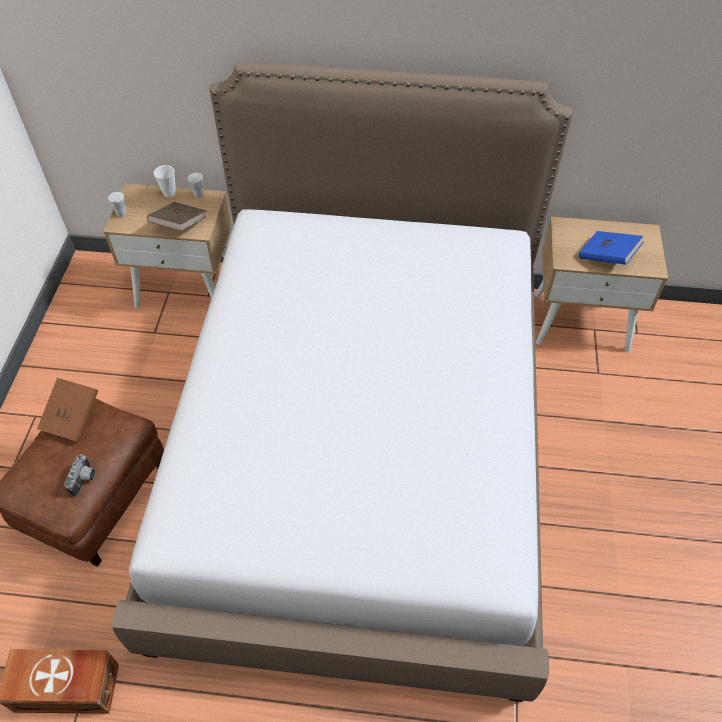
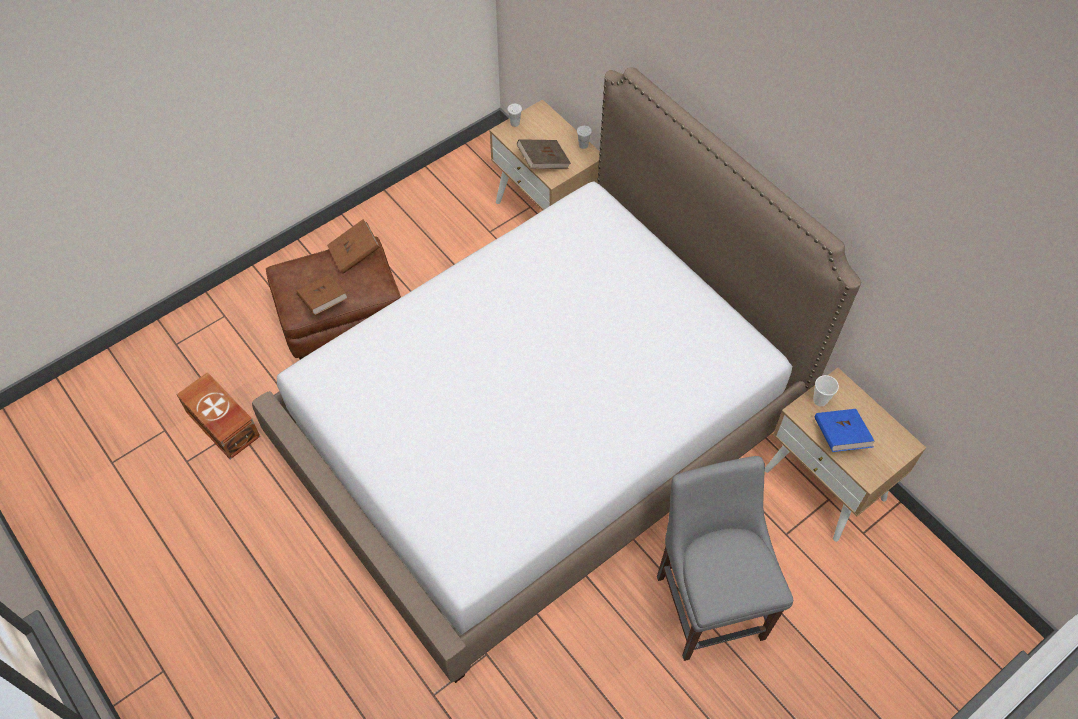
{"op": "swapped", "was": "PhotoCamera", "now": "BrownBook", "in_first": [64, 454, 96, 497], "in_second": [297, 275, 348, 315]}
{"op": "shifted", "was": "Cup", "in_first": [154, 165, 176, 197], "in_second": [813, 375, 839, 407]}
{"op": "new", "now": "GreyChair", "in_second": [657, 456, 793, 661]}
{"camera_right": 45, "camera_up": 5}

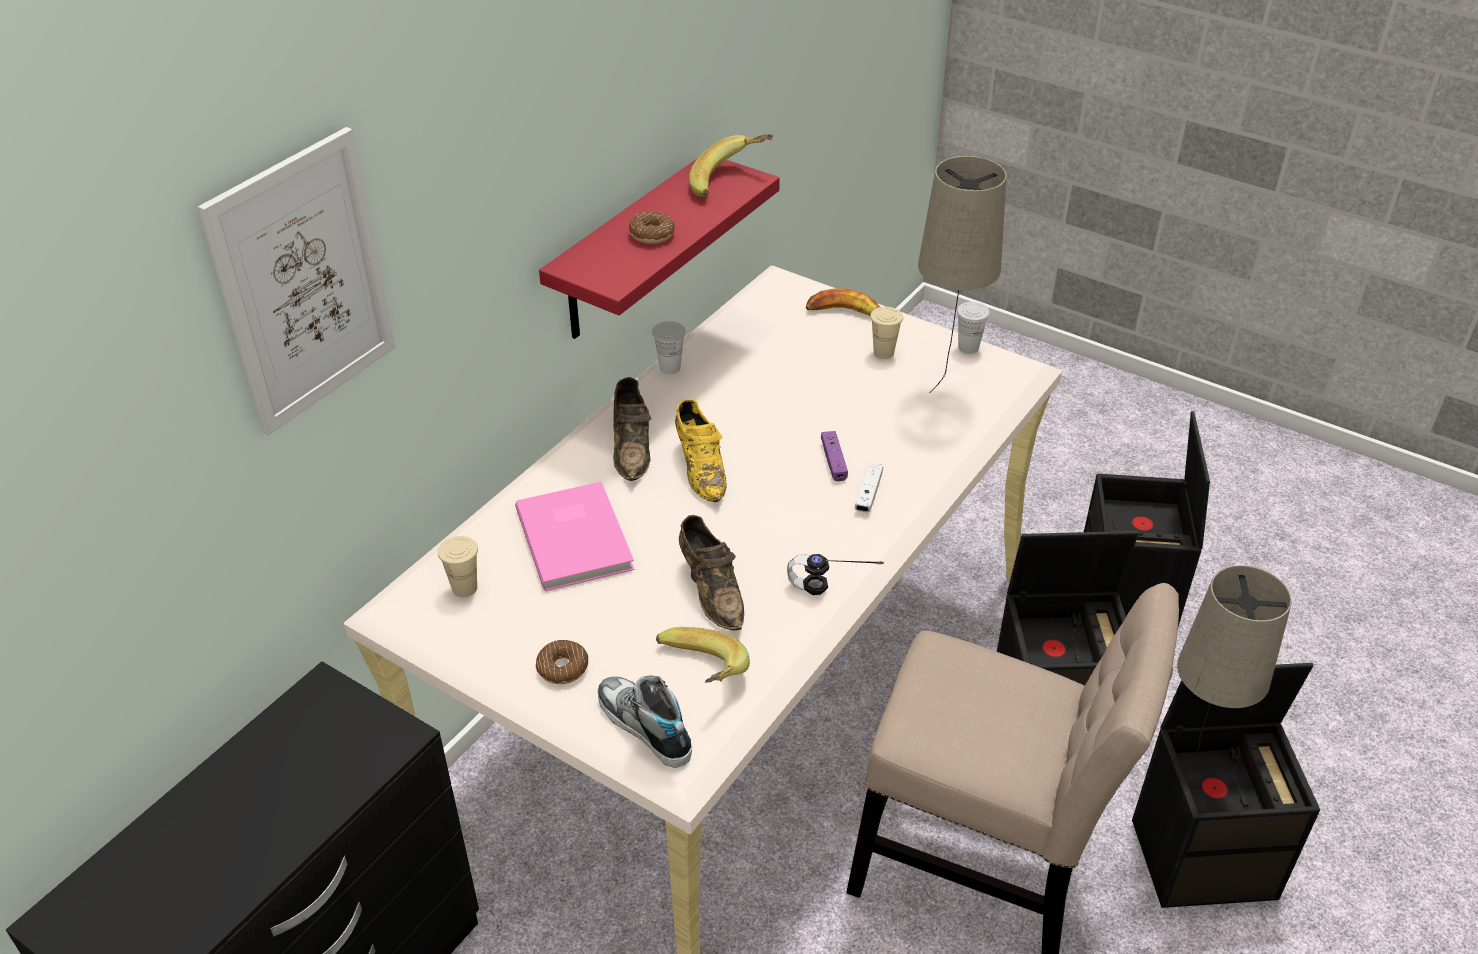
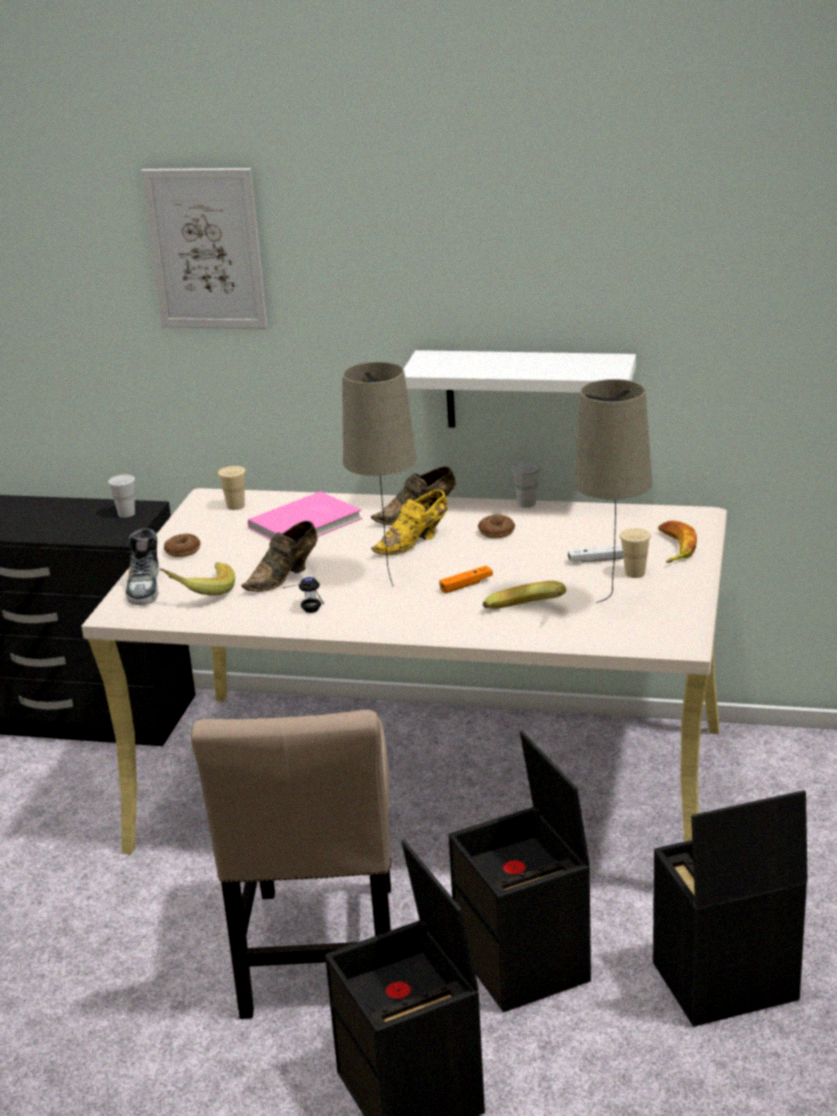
{"op": "repainted", "was": "RedShelf", "now": "WhiteShelf", "in_first": [539, 158, 780, 339], "in_second": [404, 350, 636, 428]}
{"op": "rotated", "was": "Shoe", "in_first": [597, 676, 692, 768], "in_second": [126, 528, 159, 605], "clockwise": 150}
{"op": "shifted", "was": "Donut", "in_first": [629, 212, 675, 244], "in_second": [478, 514, 515, 538]}
{"op": "shifted", "was": "Banana", "in_first": [689, 134, 773, 197], "in_second": [483, 581, 566, 609]}
{"op": "repainted", "was": "PurpleGameController", "now": "OrangeGameController", "in_first": [821, 431, 848, 481], "in_second": [439, 566, 493, 593]}
{"op": "shifted", "was": "WhiteGameController", "in_first": [855, 463, 883, 512], "in_second": [568, 545, 623, 563]}
{"op": "shifted", "was": "WhiteCup", "in_first": [957, 302, 990, 354], "in_second": [108, 475, 135, 518]}
{"op": "shifted", "was": "BeigeTableLamp", "in_first": [1177, 565, 1292, 775], "in_second": [342, 362, 416, 586]}
{"camera_right": 70, "camera_up": -15}

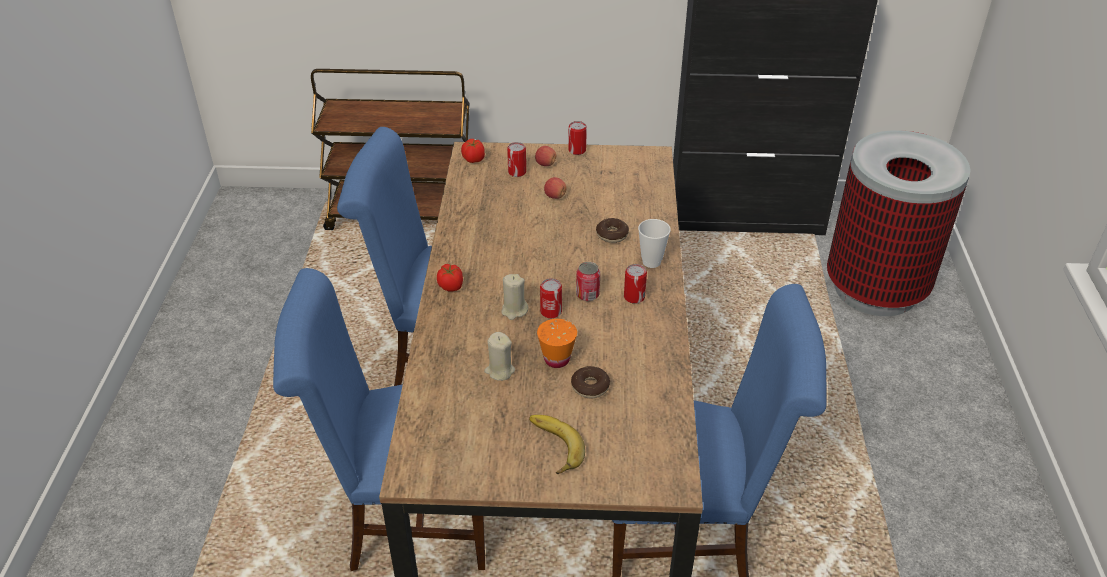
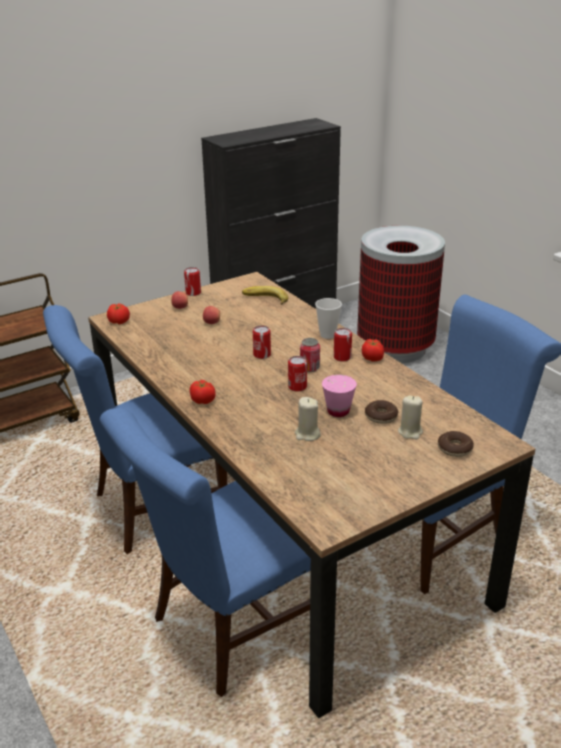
{"op": "shifted", "was": "BeigeCandle", "in_first": [501, 274, 529, 320], "in_second": [398, 395, 423, 439]}
{"op": "shifted", "was": "Can", "in_first": [507, 142, 526, 177], "in_second": [253, 325, 271, 359]}
{"op": "shifted", "was": "Banana", "in_first": [529, 415, 585, 474], "in_second": [242, 286, 288, 305]}
{"op": "repainted", "was": "OrangeCup", "now": "PinkCup", "in_first": [537, 319, 577, 368], "in_second": [322, 375, 357, 417]}
{"op": "shifted", "was": "Donut", "in_first": [596, 218, 629, 243], "in_second": [438, 431, 474, 457]}
{"op": "new", "now": "Tomato", "in_second": [362, 339, 384, 362]}
{"camera_right": -35, "camera_up": -10}

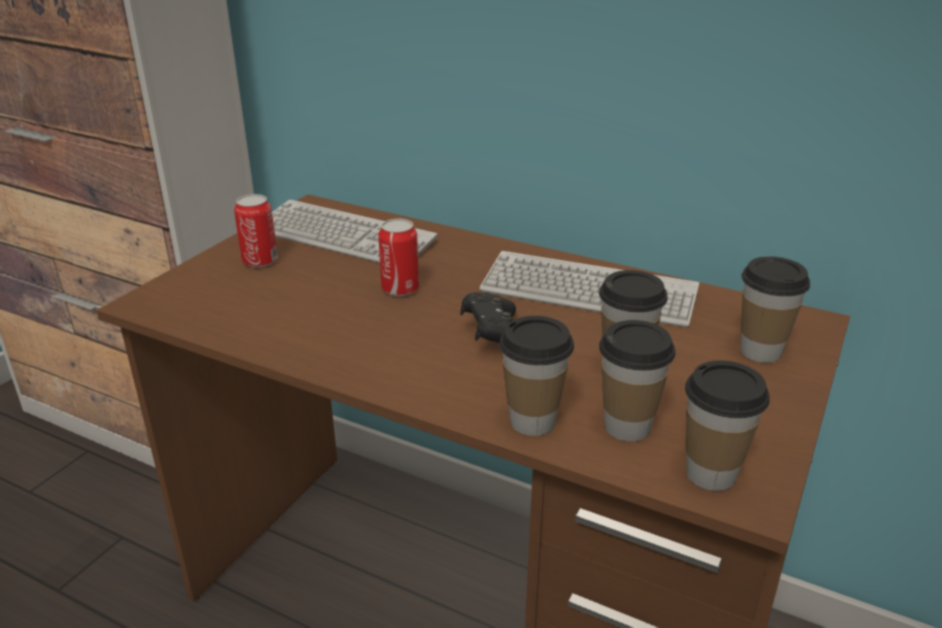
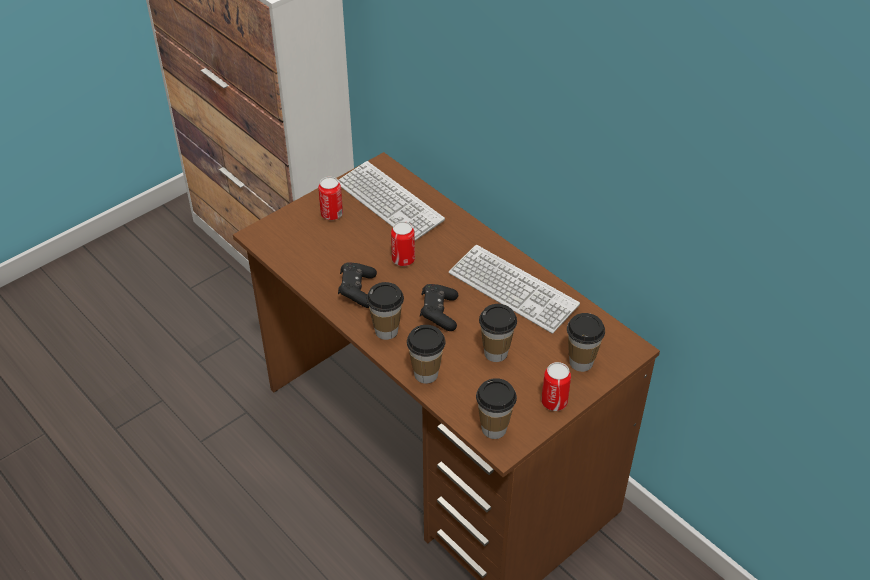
{"op": "shifted", "was": "Cup", "in_first": [599, 320, 675, 441], "in_second": [366, 282, 404, 340]}
{"op": "new", "now": "BlackGameController", "in_second": [338, 262, 377, 308]}
{"op": "new", "now": "Can", "in_second": [541, 362, 571, 411]}
{"camera_right": 20, "camera_up": 15}

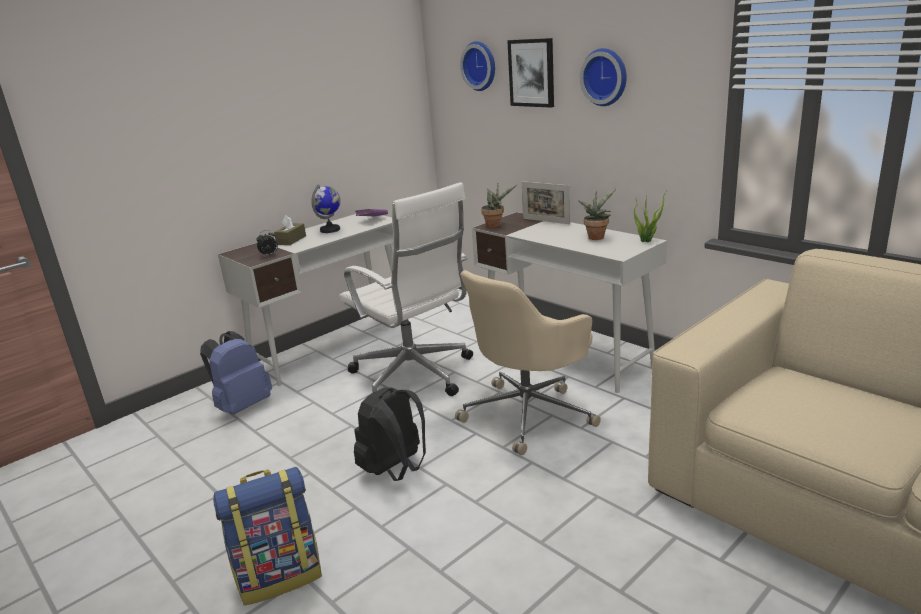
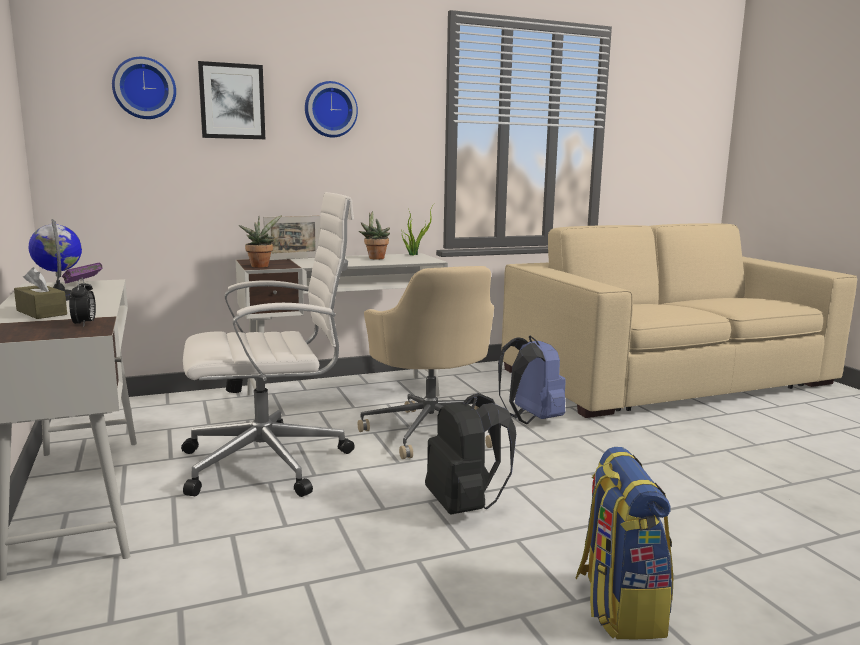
{"op": "shifted", "was": "BlueBackpack", "in_first": [200, 331, 272, 415], "in_second": [498, 335, 566, 425]}
{"camera_right": -70, "camera_up": -10}

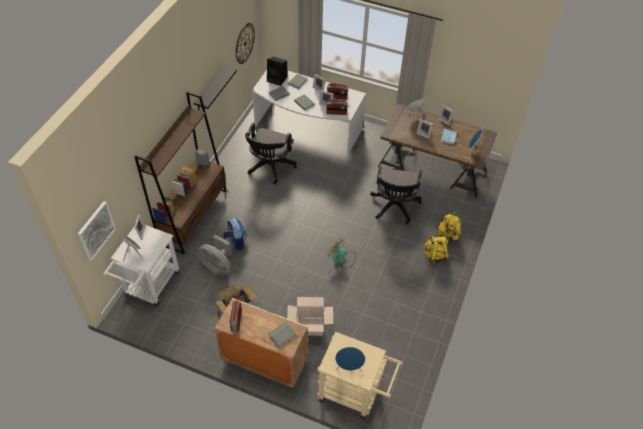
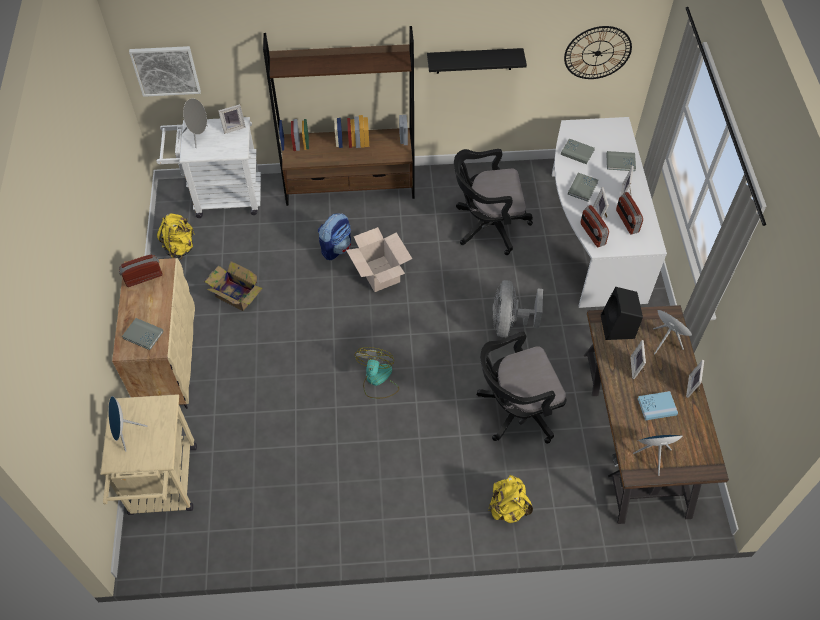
{"op": "shifted", "was": "GreyFan", "in_first": [197, 235, 232, 275], "in_second": [492, 280, 543, 337]}
{"op": "shifted", "was": "BlackSpeaker", "in_first": [267, 57, 288, 86], "in_second": [601, 287, 643, 340]}
{"op": "shifted", "was": "CardboardBox", "in_first": [287, 297, 333, 336], "in_second": [346, 227, 412, 292]}
{"op": "shifted", "was": "YellowBackpack", "in_first": [424, 236, 450, 263], "in_second": [157, 213, 195, 260]}
{"camera_right": 65, "camera_up": 5}

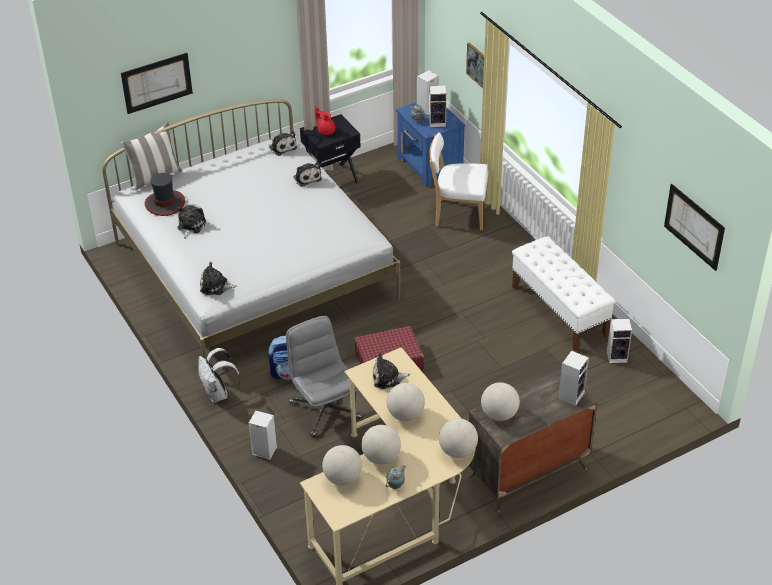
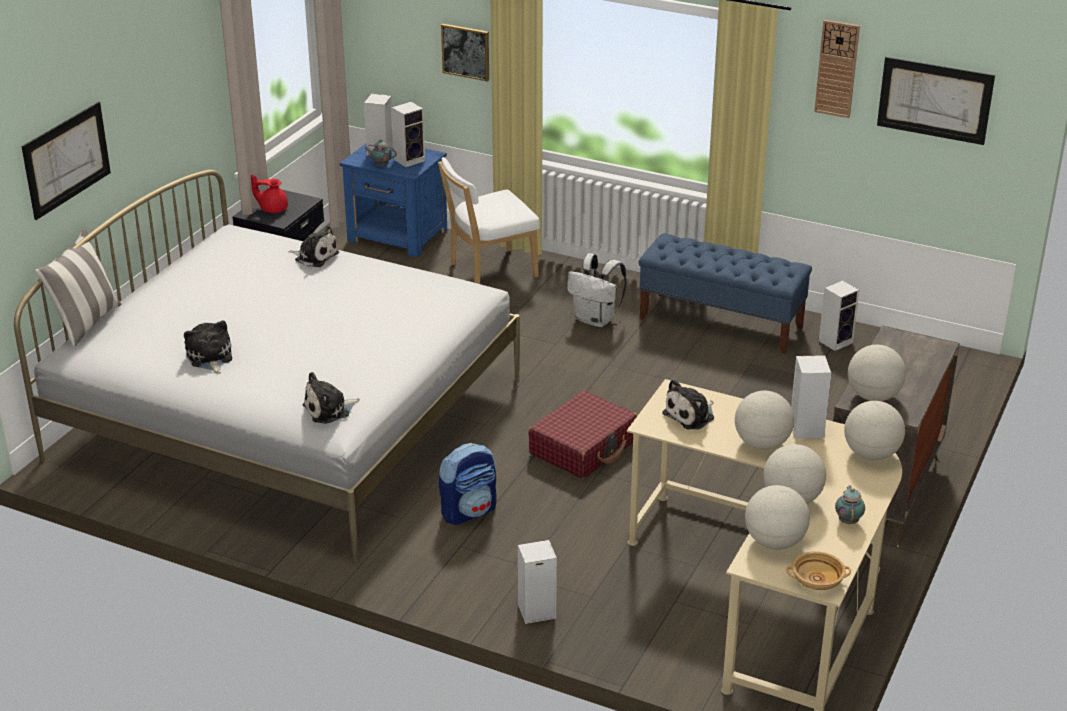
{"op": "gone", "was": "Hat", "in_first": [145, 173, 185, 216]}
{"op": "shifted", "was": "WhiteBackpack", "in_first": [198, 348, 241, 402], "in_second": [567, 253, 626, 327]}
{"op": "gone", "was": "PlushToy", "in_first": [269, 131, 297, 156]}
{"op": "gone", "was": "GreyOfficeChair", "in_first": [286, 316, 362, 437]}
{"op": "repainted", "was": "WhiteBench", "now": "BlueBench", "in_first": [512, 236, 615, 351], "in_second": [639, 234, 812, 354]}
{"op": "shifted", "was": "Speaker", "in_first": [558, 351, 589, 406], "in_second": [791, 355, 831, 439]}
{"op": "new", "now": "BeigeBowl", "in_second": [786, 551, 851, 590]}
{"op": "new", "now": "WallClock", "in_second": [814, 20, 860, 118]}
{"camera_right": -35, "camera_up": -10}

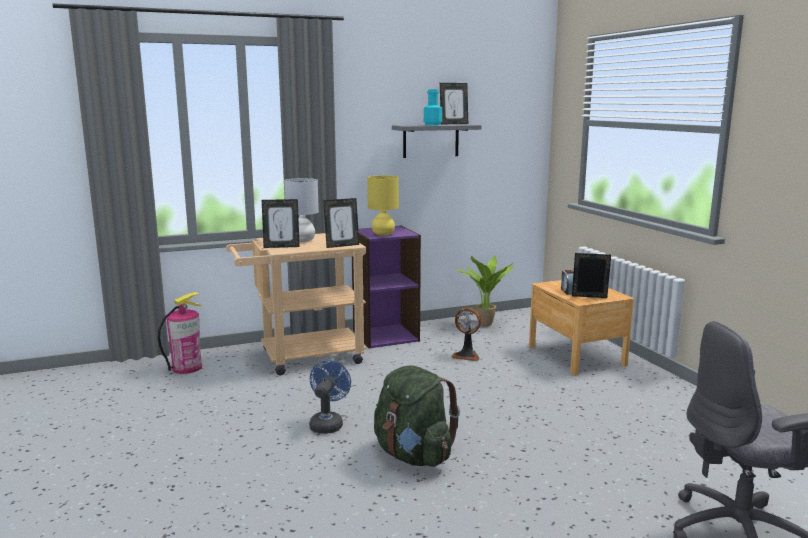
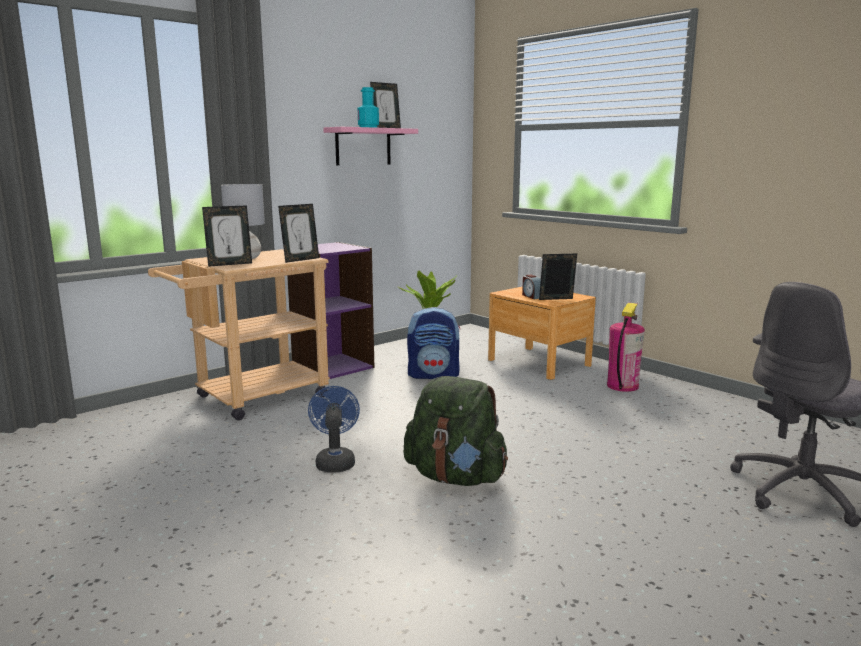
{"op": "shifted", "was": "FireExtinguisher", "in_first": [158, 292, 203, 374], "in_second": [607, 303, 645, 392]}
{"op": "gone", "was": "YellowTableLamp", "in_first": [367, 176, 399, 236]}
{"op": "repainted", "was": "GreyShelf", "now": "PinkShelf", "in_first": [392, 124, 482, 158], "in_second": [323, 127, 418, 165]}
{"op": "swapped", "was": "Fan", "now": "Backpack", "in_first": [451, 307, 481, 361], "in_second": [407, 307, 460, 379]}
{"camera_right": -20, "camera_up": 0}

